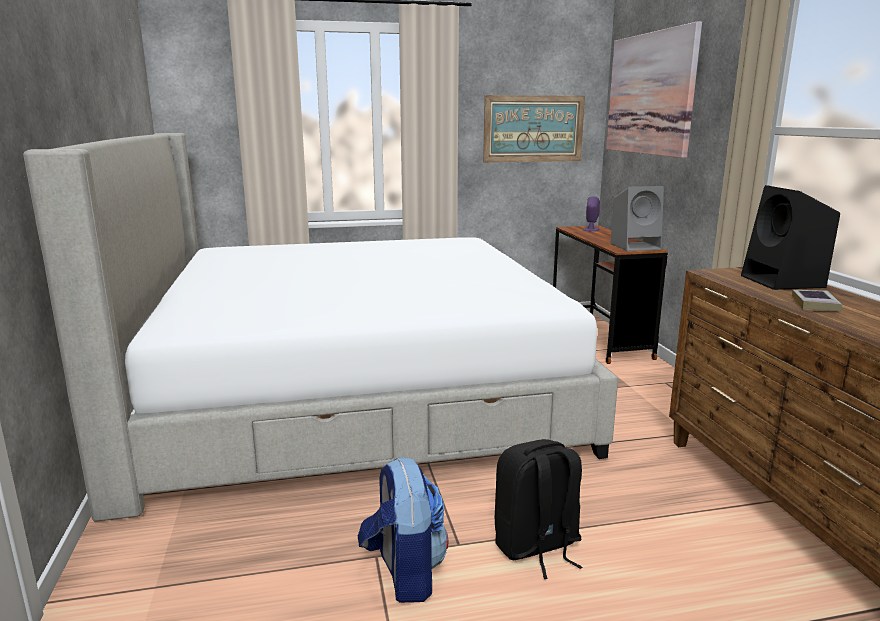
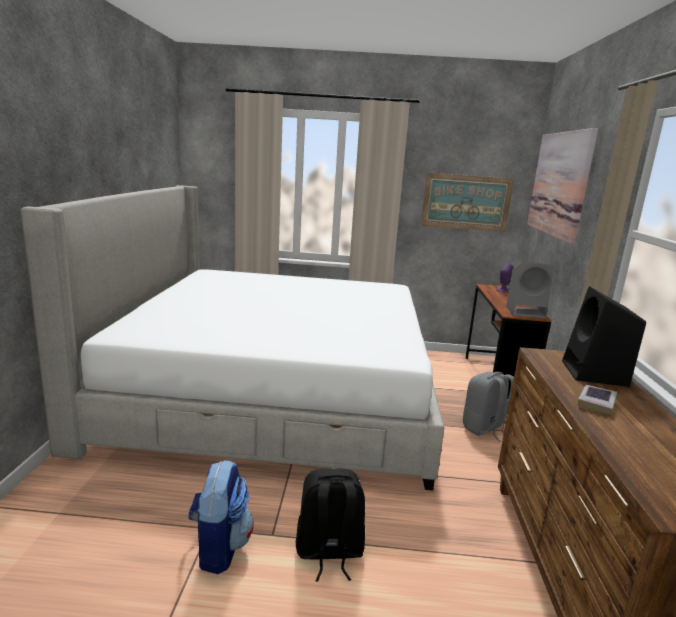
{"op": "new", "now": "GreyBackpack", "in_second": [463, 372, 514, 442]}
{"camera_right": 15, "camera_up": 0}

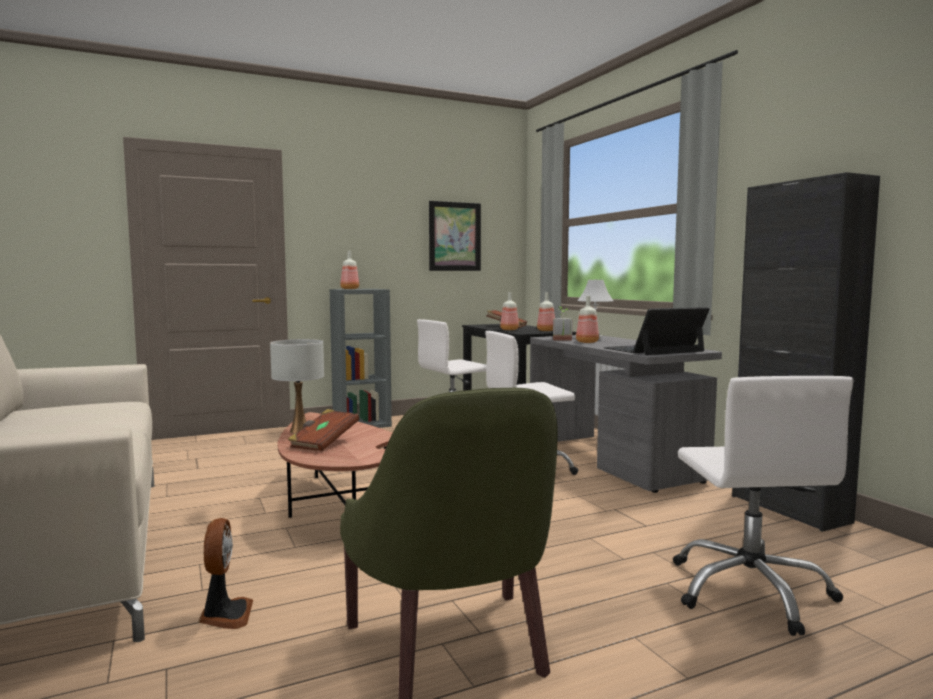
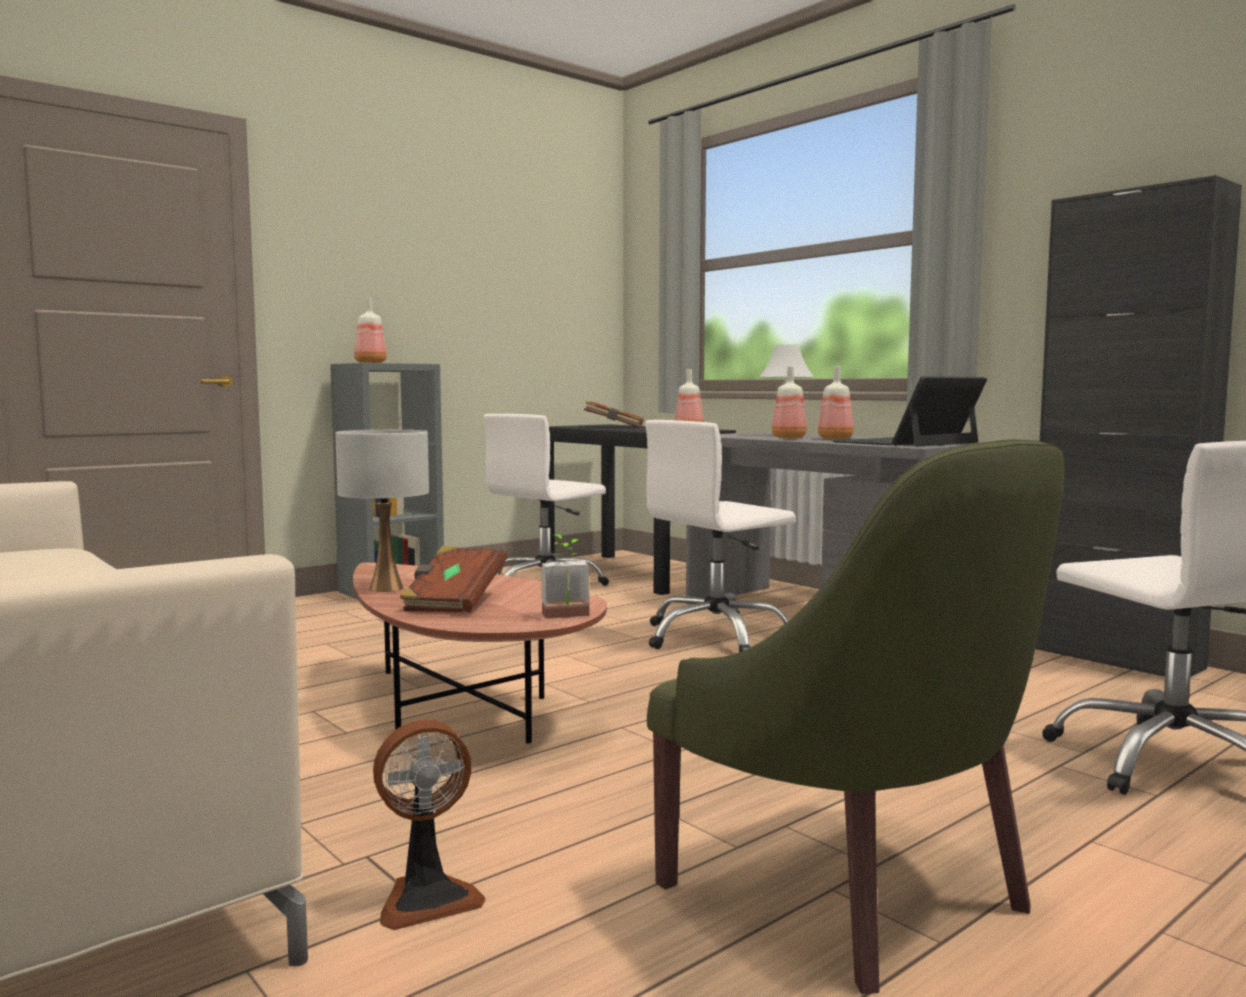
{"op": "rotated", "was": "Fan", "in_first": [199, 518, 253, 629], "in_second": [373, 719, 486, 930], "clockwise": 90}
{"op": "gone", "was": "Picture", "in_first": [429, 201, 481, 271]}
{"op": "shifted", "was": "Bottle", "in_first": [500, 292, 519, 330], "in_second": [818, 366, 854, 439]}
{"op": "shifted", "was": "PottedPlant", "in_first": [553, 307, 572, 340], "in_second": [542, 534, 589, 619]}
{"camera_right": -15, "camera_up": 0}

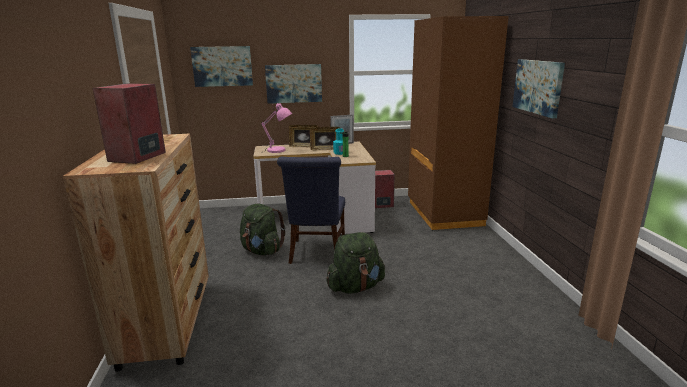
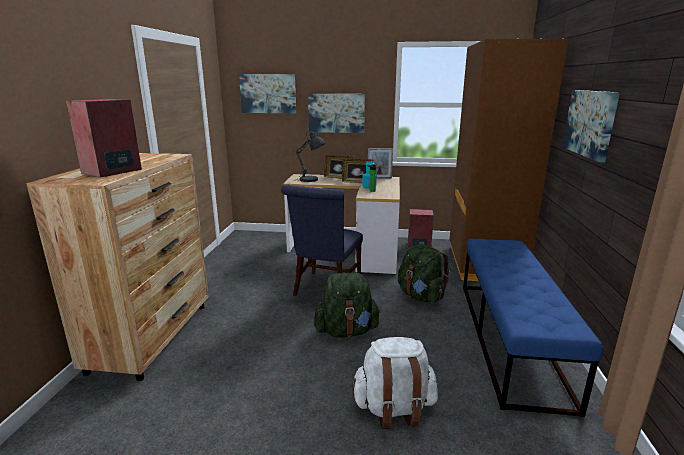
{"op": "shifted", "was": "GreenBackpack", "in_first": [240, 204, 286, 255], "in_second": [398, 244, 450, 303]}
{"op": "repainted", "was": "PinkTableLamp", "now": "GreyTableLamp", "in_first": [262, 103, 292, 153], "in_second": [296, 132, 325, 182]}
{"op": "new", "now": "WhiteBackpack", "in_second": [351, 337, 438, 429]}
{"op": "new", "now": "BlueBench", "in_second": [463, 239, 603, 417]}
{"camera_right": 15, "camera_up": 0}

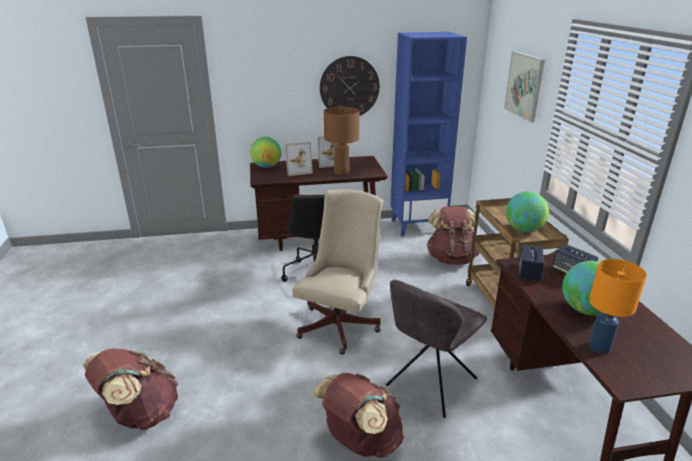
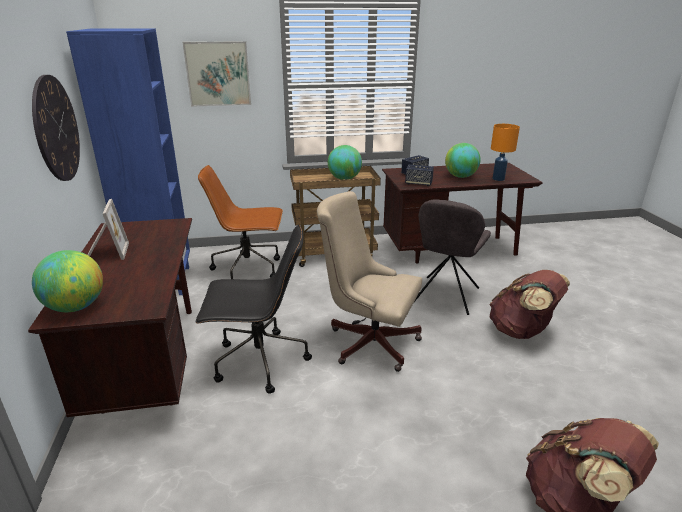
{"op": "gone", "was": "PictureFrame", "in_first": [285, 142, 313, 176]}
{"op": "gone", "was": "BrownTableLamp", "in_first": [324, 107, 360, 176]}
{"op": "rotated", "was": "GreyChair", "in_first": [386, 280, 487, 418], "in_second": [414, 199, 491, 315], "clockwise": 75}
{"op": "swapped", "was": "BrownBackpack", "now": "BrownOfficeChair", "in_first": [426, 206, 480, 265], "in_second": [198, 165, 283, 279]}
{"camera_right": -90, "camera_up": 0}

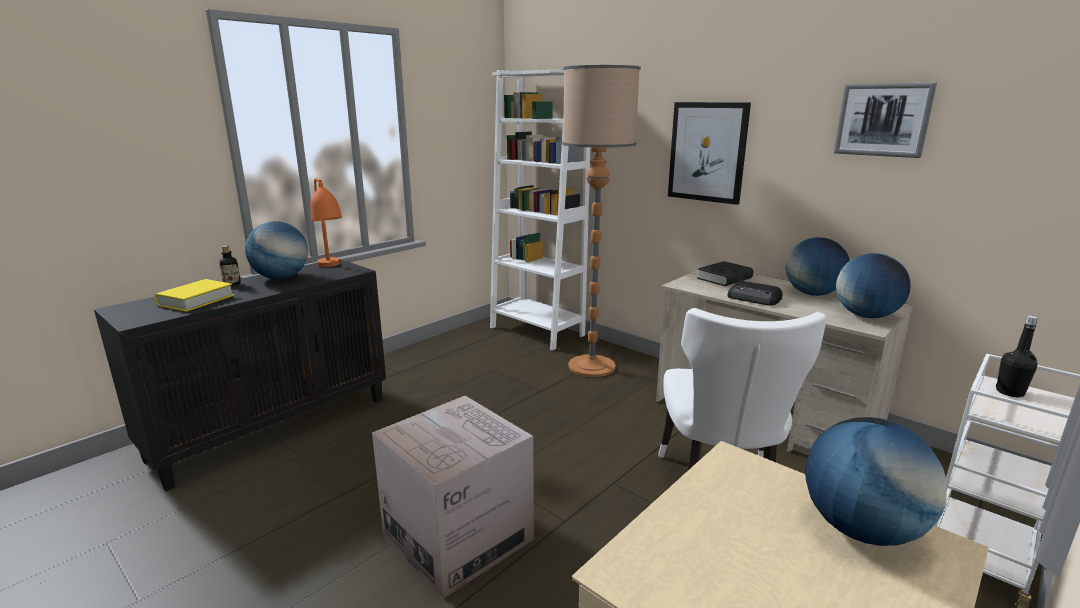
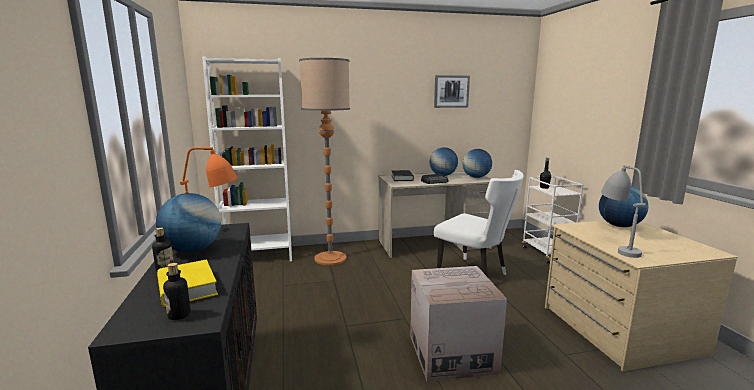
{"op": "gone", "was": "Picture", "in_first": [668, 102, 751, 205]}
{"op": "new", "now": "Bottle", "in_second": [163, 263, 191, 320]}
{"op": "new", "now": "GreyTableLamp", "in_second": [601, 165, 646, 258]}
{"camera_right": -55, "camera_up": -5}

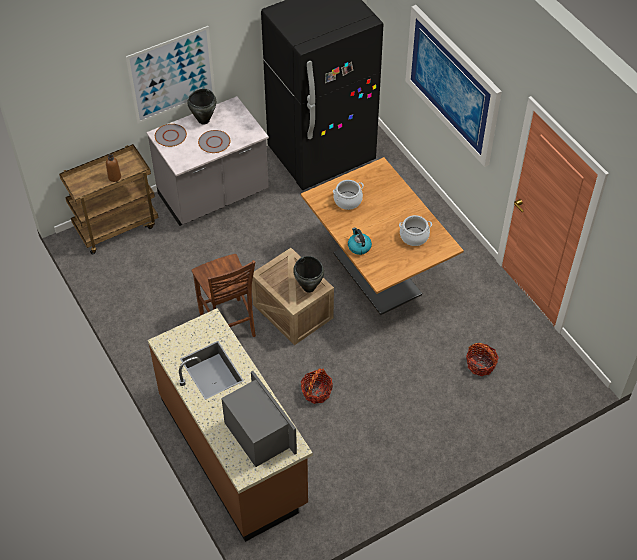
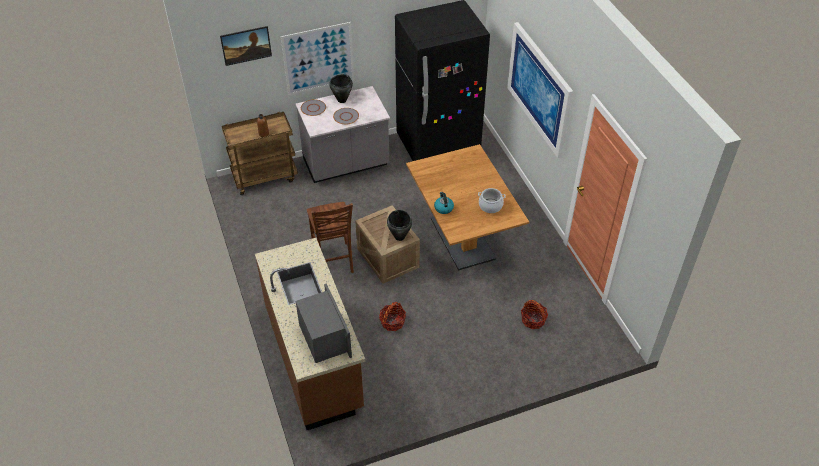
{"op": "gone", "was": "CookingPot", "in_first": [333, 180, 364, 210]}
{"op": "new", "now": "Picture", "in_second": [220, 26, 272, 66]}
{"camera_right": 10, "camera_up": -5}

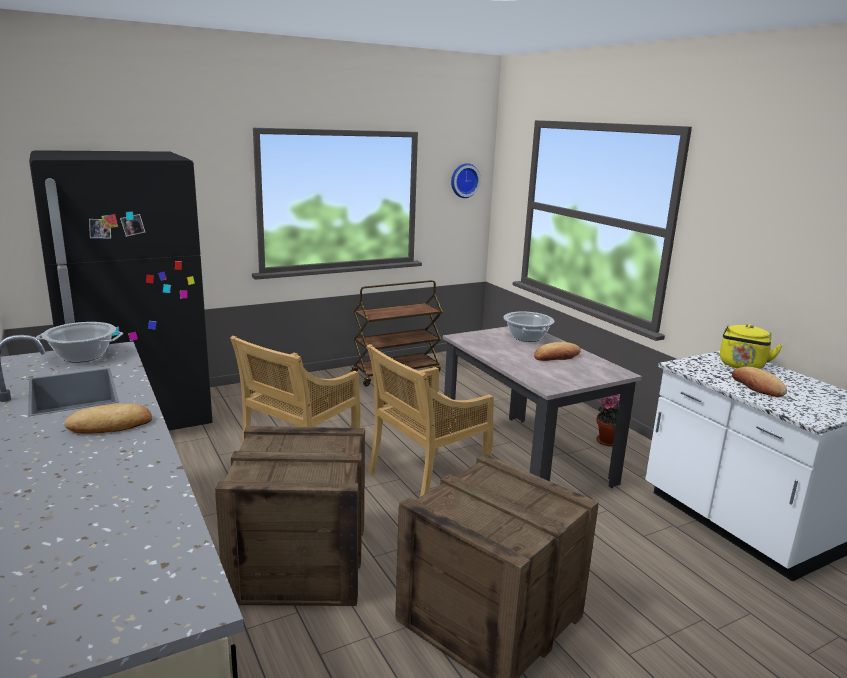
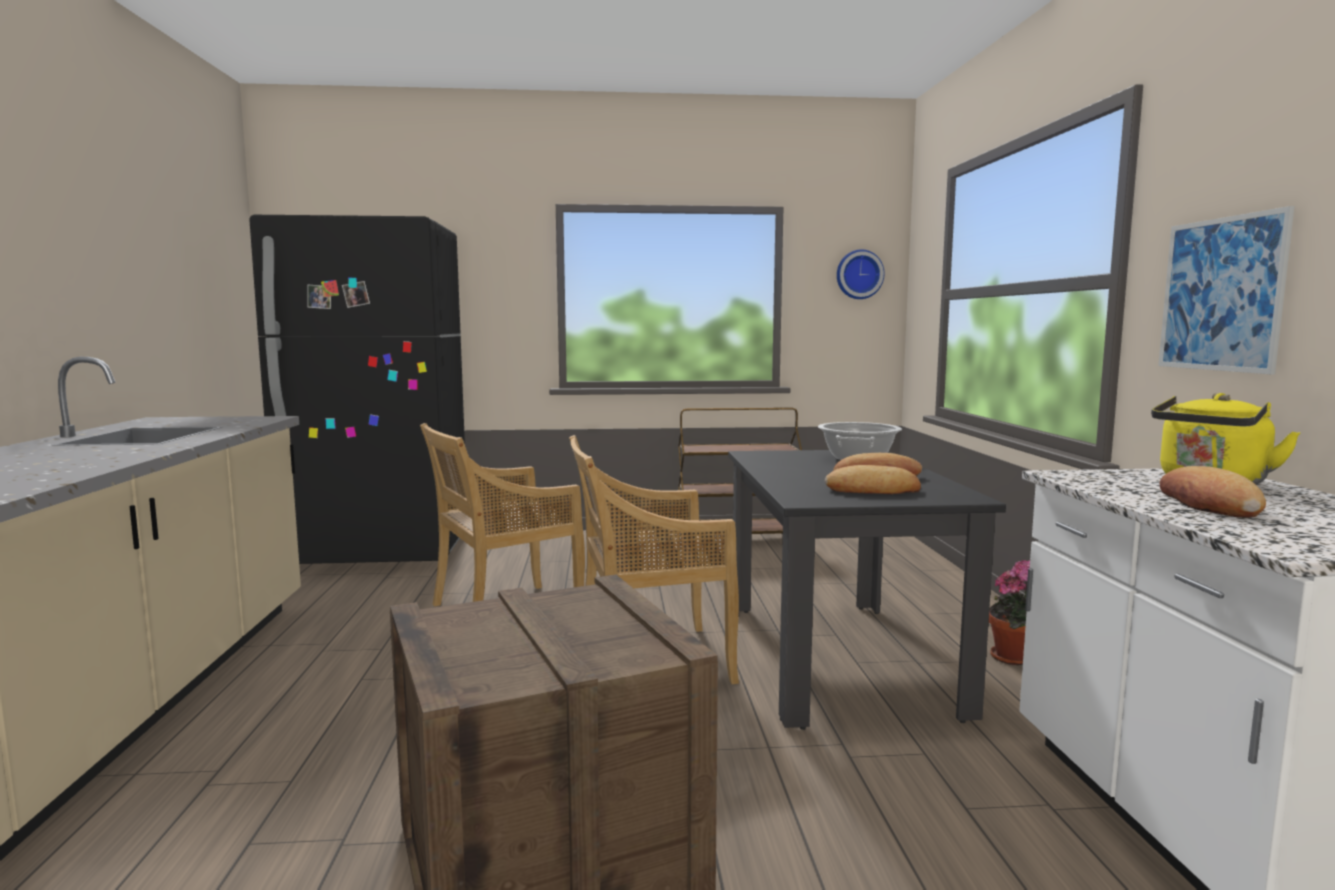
{"op": "gone", "was": "CookingPot", "in_first": [36, 322, 123, 363]}
{"op": "shifted", "was": "Bread", "in_first": [64, 403, 152, 434], "in_second": [825, 465, 921, 494]}
{"op": "gone", "was": "Crate", "in_first": [215, 426, 365, 606]}
{"op": "repainted", "was": "BeigeDiningTable", "now": "BlackDiningTable", "in_first": [443, 326, 642, 488], "in_second": [728, 450, 1006, 730]}
{"op": "new", "now": "Picture", "in_second": [1158, 206, 1295, 374]}
{"camera_right": 25, "camera_up": -10}

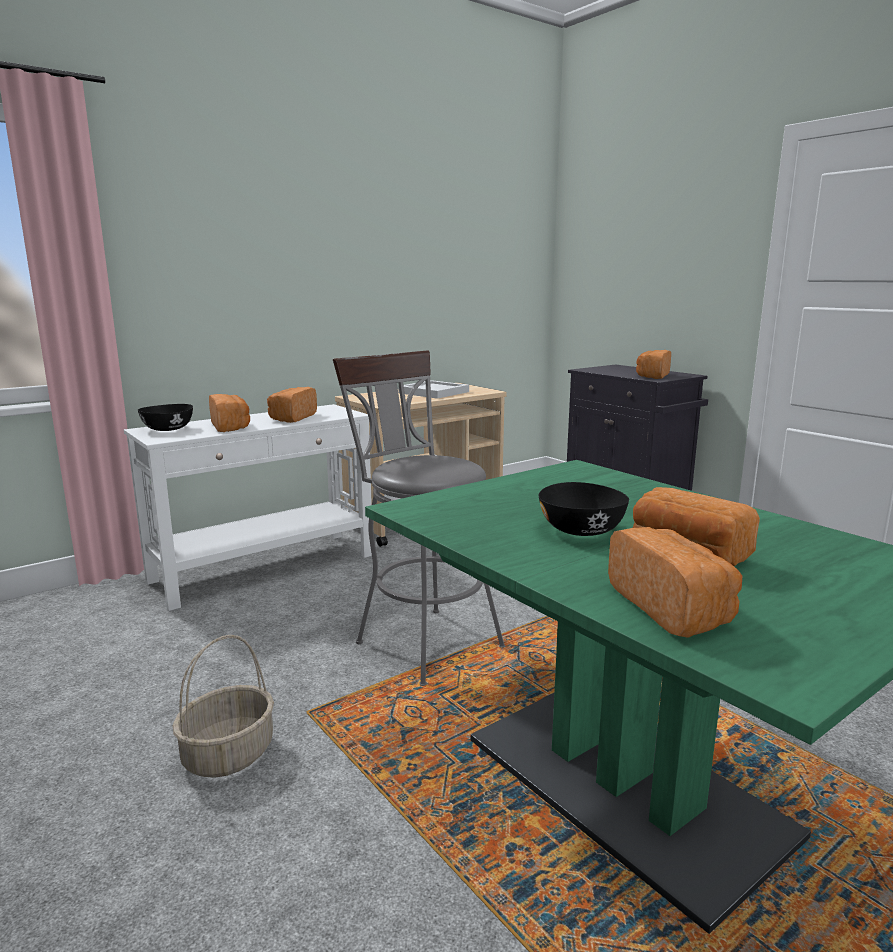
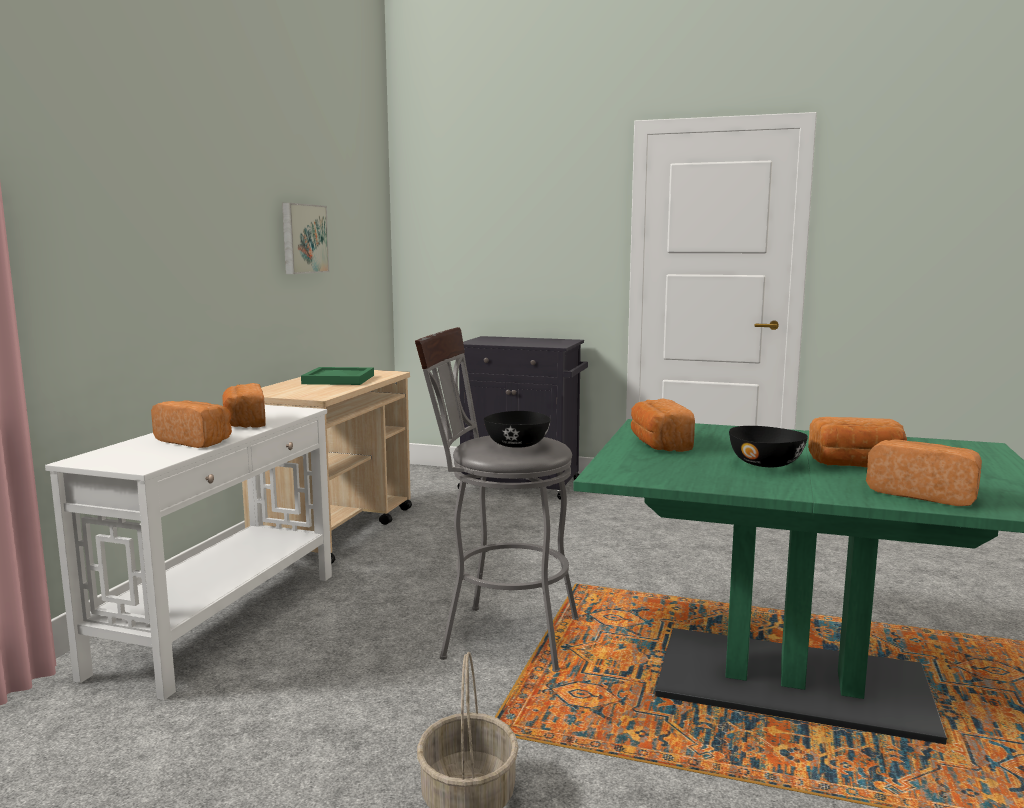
{"op": "shifted", "was": "BlackBowl", "in_first": [138, 404, 193, 431], "in_second": [484, 411, 551, 448]}
{"op": "repainted", "was": "WhiteTray", "now": "GreenTray", "in_first": [398, 380, 469, 399], "in_second": [301, 367, 374, 385]}
{"op": "shifted", "was": "Bread", "in_first": [636, 350, 671, 379], "in_second": [631, 398, 695, 452]}
{"op": "new", "now": "Picture", "in_second": [282, 203, 329, 274]}
{"camera_right": -35, "camera_up": -5}

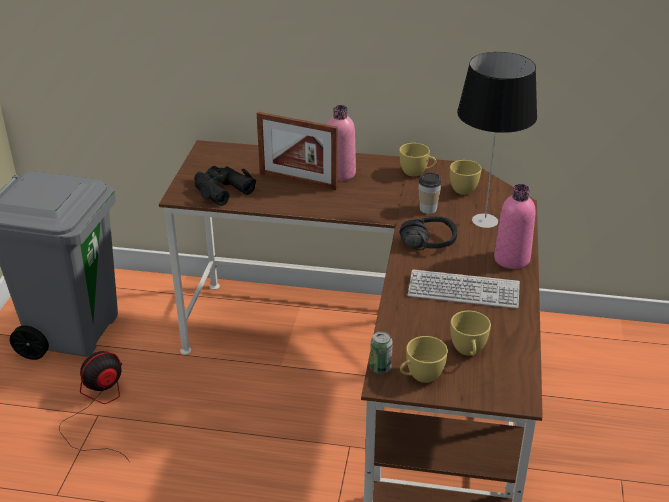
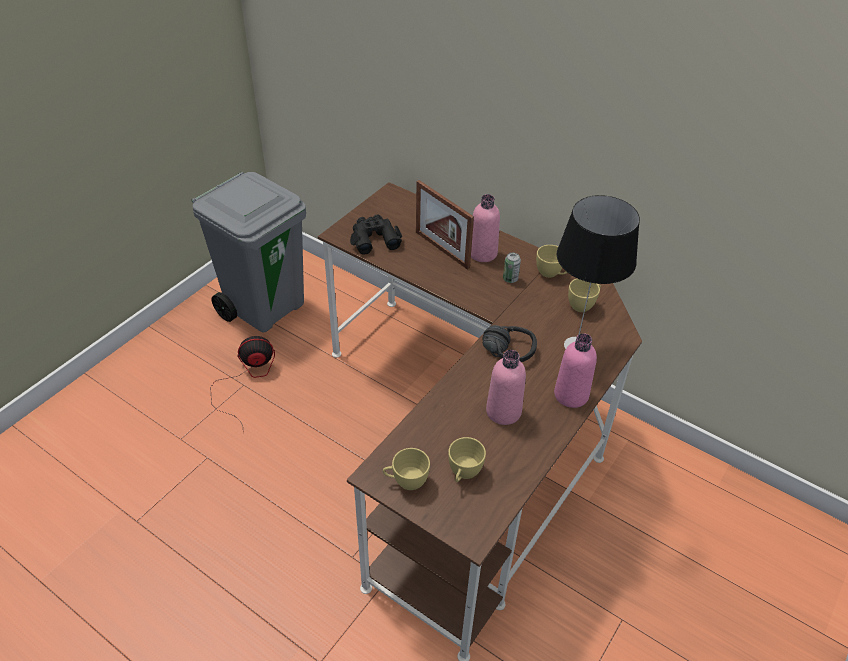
{"op": "shifted", "was": "Can", "in_first": [370, 331, 393, 374], "in_second": [503, 253, 521, 283]}
{"op": "swapped", "was": "Keyboard", "now": "PinkBottle", "in_first": [408, 270, 520, 309], "in_second": [486, 350, 526, 425]}
{"op": "gone", "was": "Cup", "in_first": [418, 173, 442, 214]}
{"camera_right": 25, "camera_up": 10}

